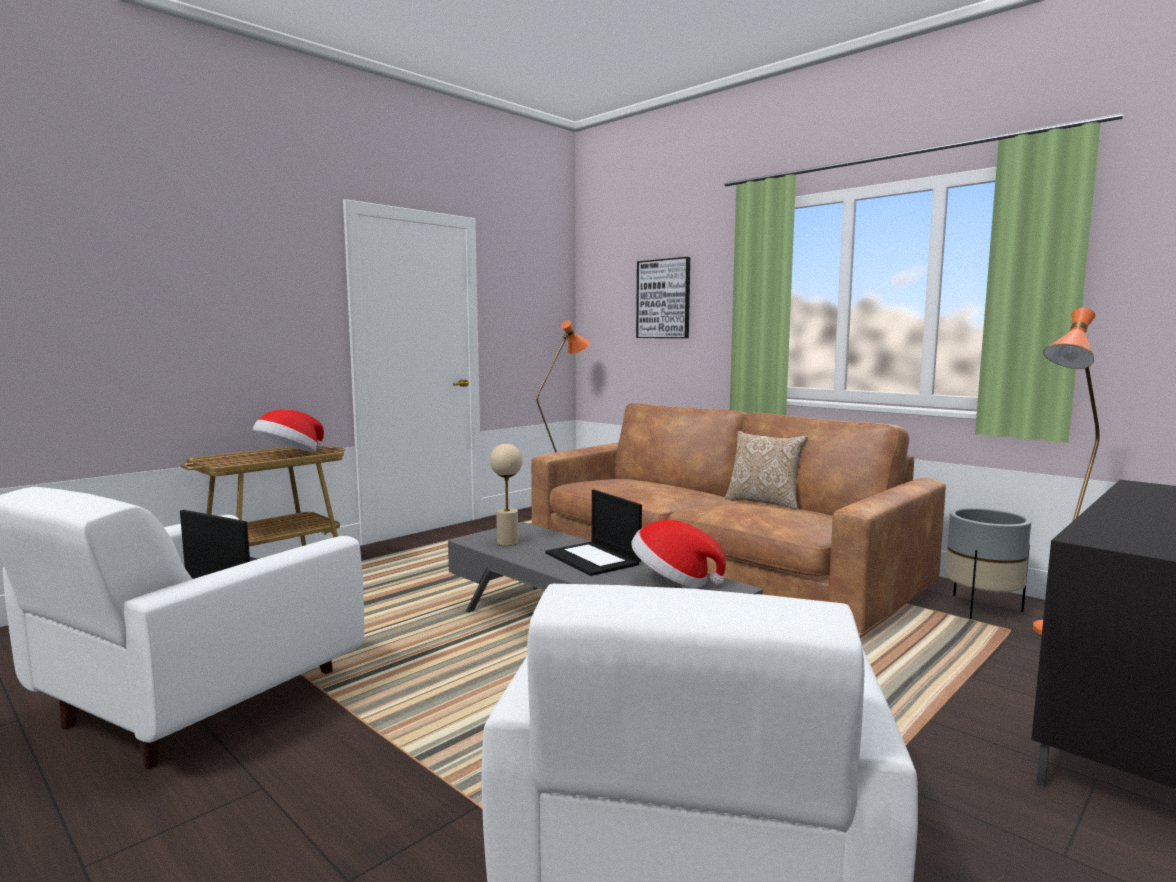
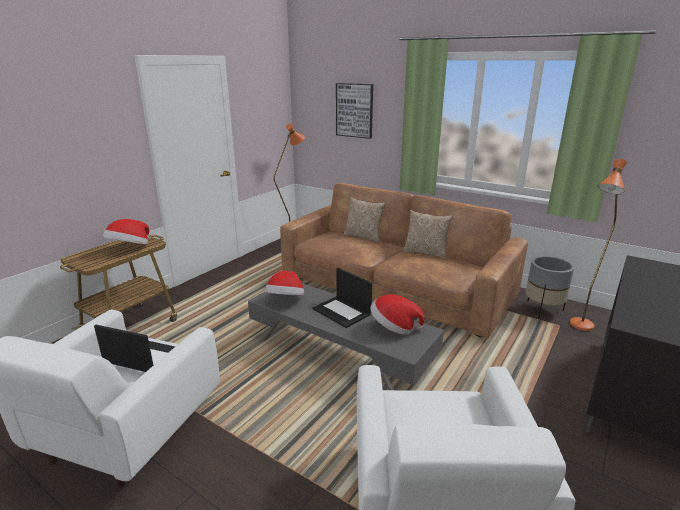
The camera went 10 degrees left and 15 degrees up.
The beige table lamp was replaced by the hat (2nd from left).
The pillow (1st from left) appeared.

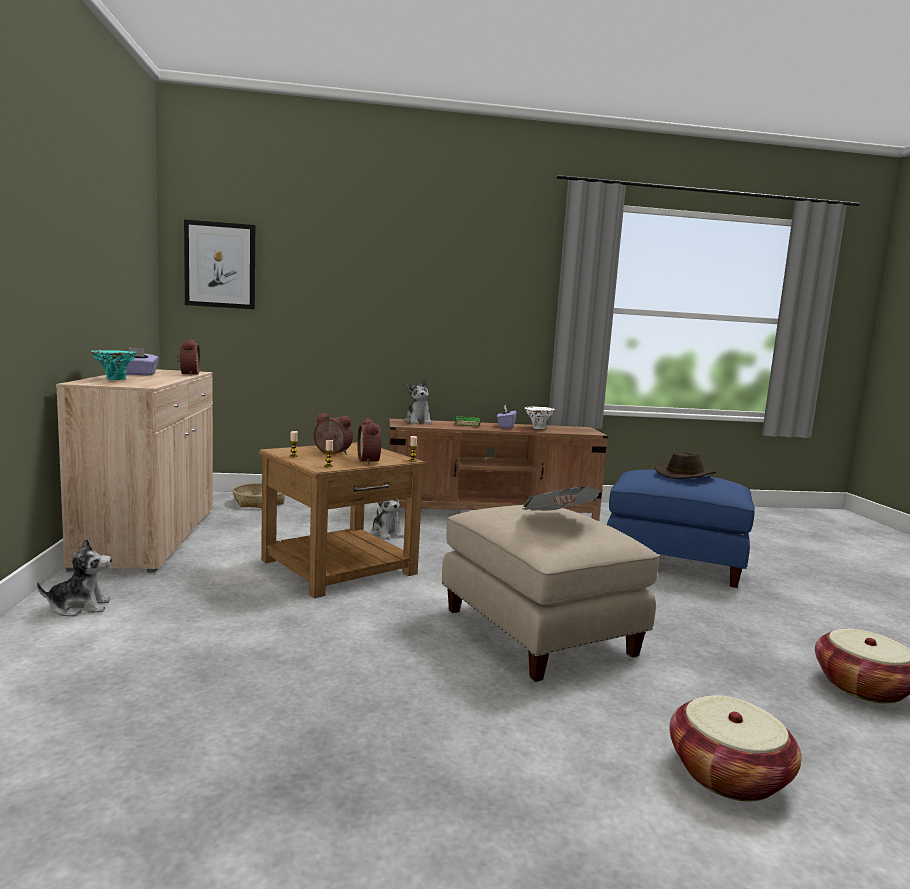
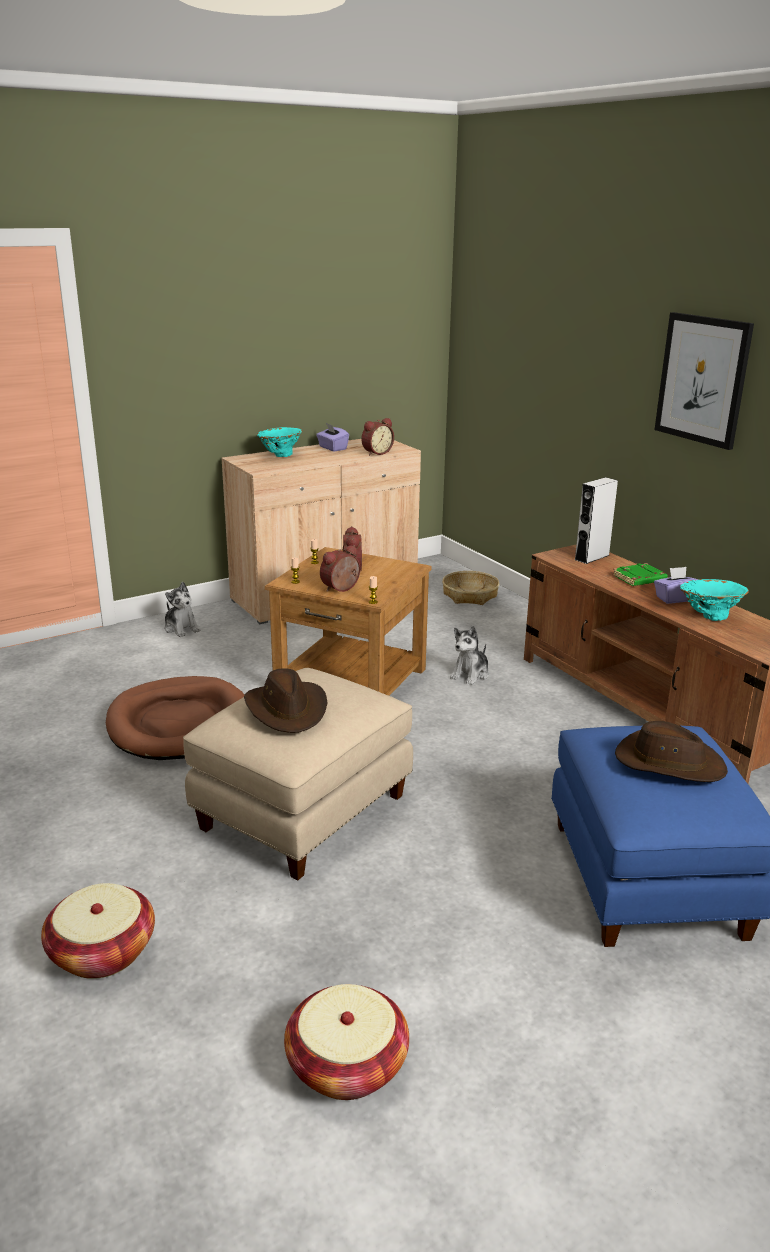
The camera went 65 degrees right and 15 degrees up.
The brown dog bed appeared.
The newspaper was replaced by the brown hat (1st from left).
The plush toy (3rd from left) was replaced by the grey speaker.
The picture moved.
The white vase became the turquoise vase (2nd from left).

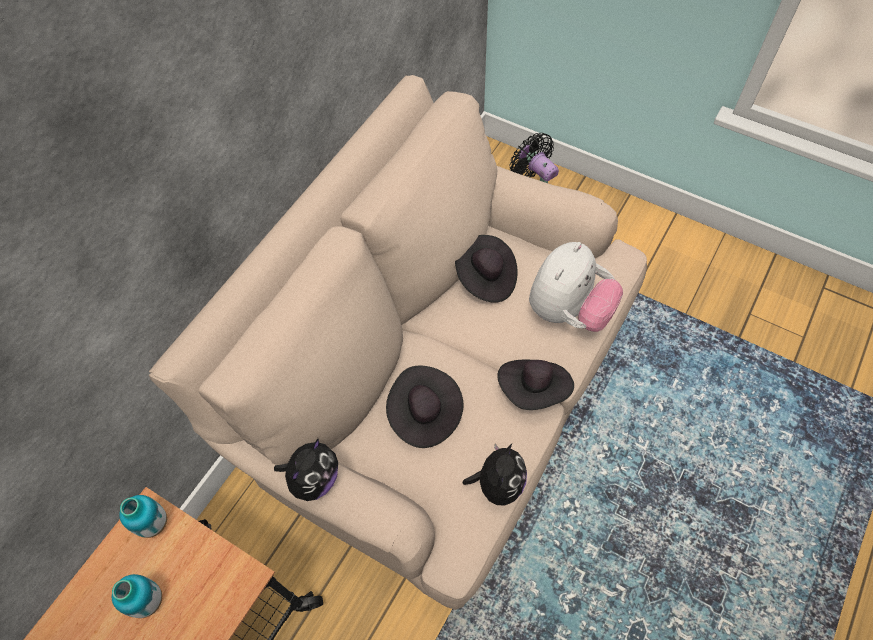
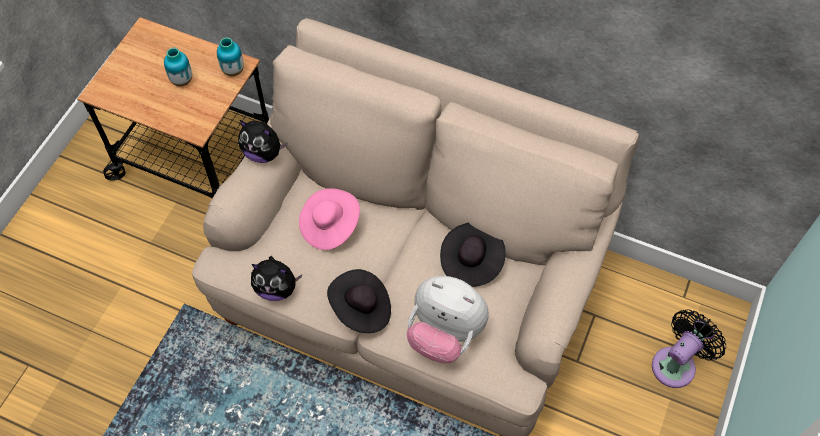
The camera went 80 degrees right and 0 degrees up.
The black hat (1st from left) became the pink hat.

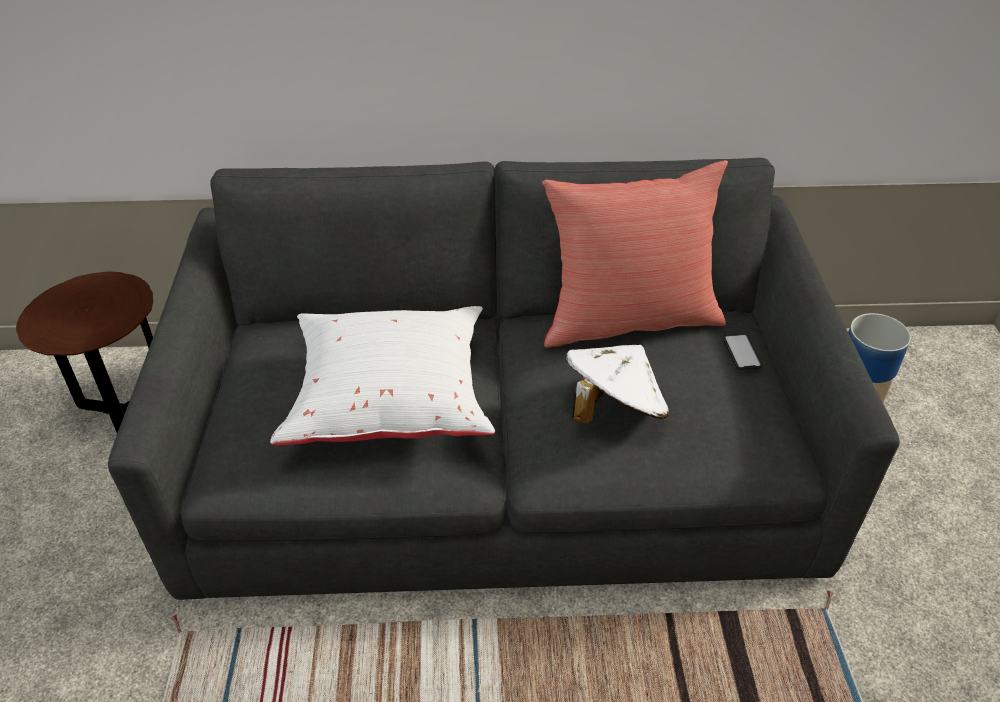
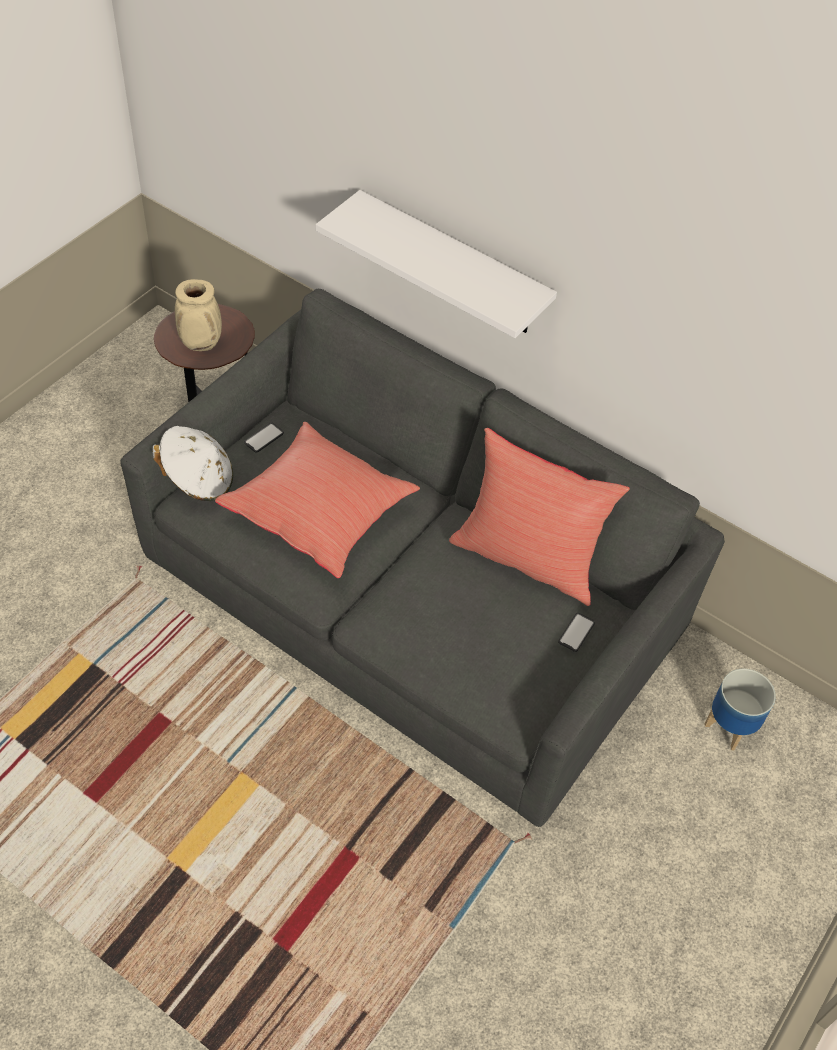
The camera went 35 degrees right and 10 degrees up.
The white hat moved.
The beige vase appeared.
The white pillow became the red pillow (1st from left).
The phone (1st from left) appeared.
The white shelf appeared.

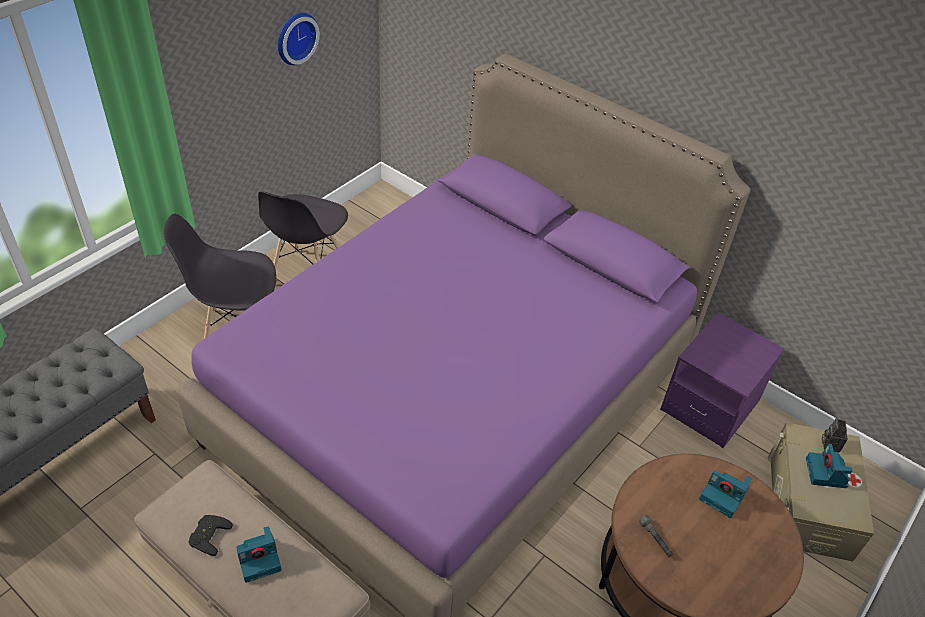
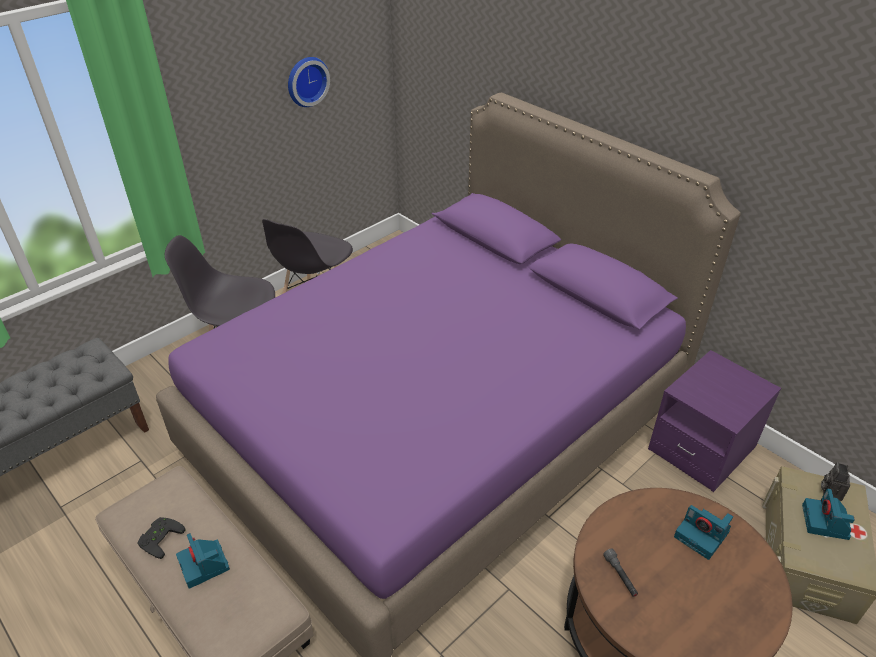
The camera went 10 degrees right and 5 degrees down.
The photo camera (1st from left) turned 75 degrees clockwise.

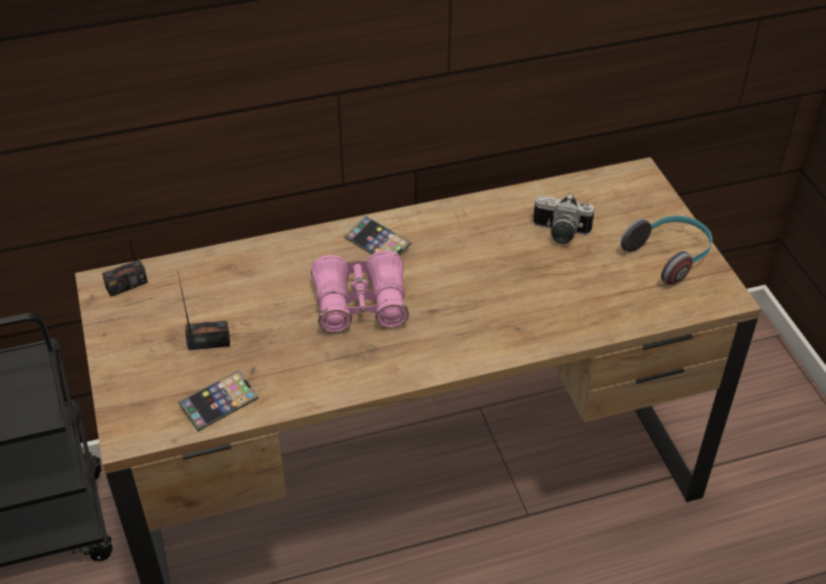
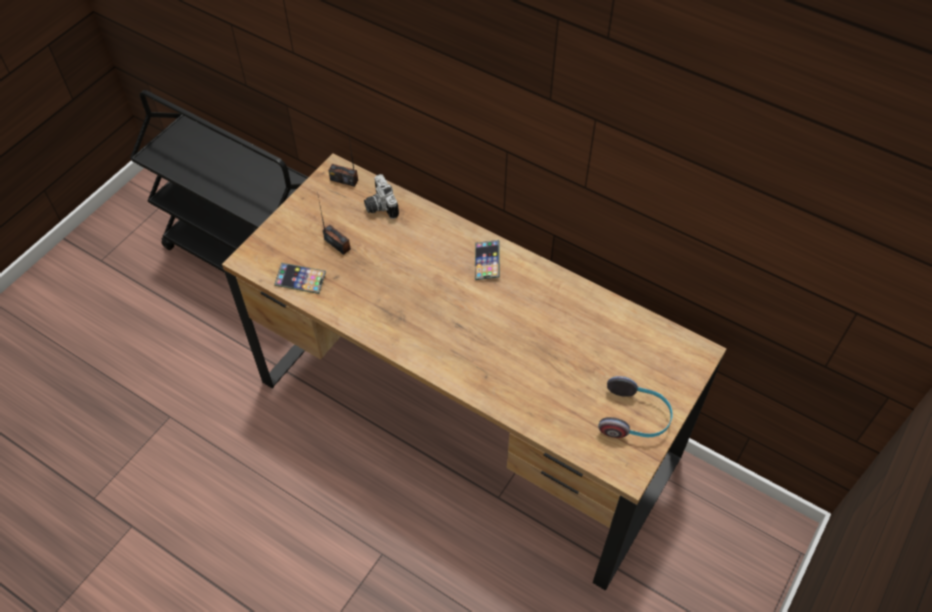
The camera went 50 degrees right and 10 degrees up.
The photo camera moved.
The pink binoculars disappeared.

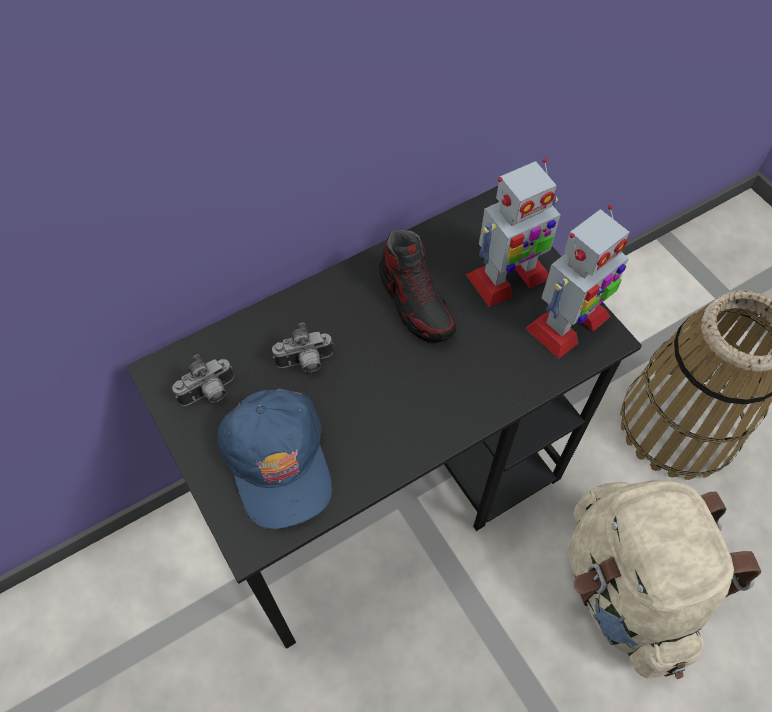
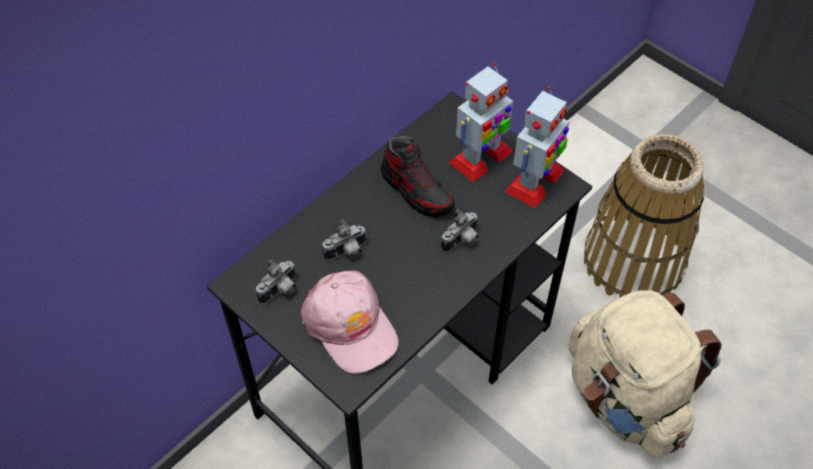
The camera went 15 degrees left and 5 degrees down.
The blue cap became the pink cap.
The photo camera (3rd from left) appeared.

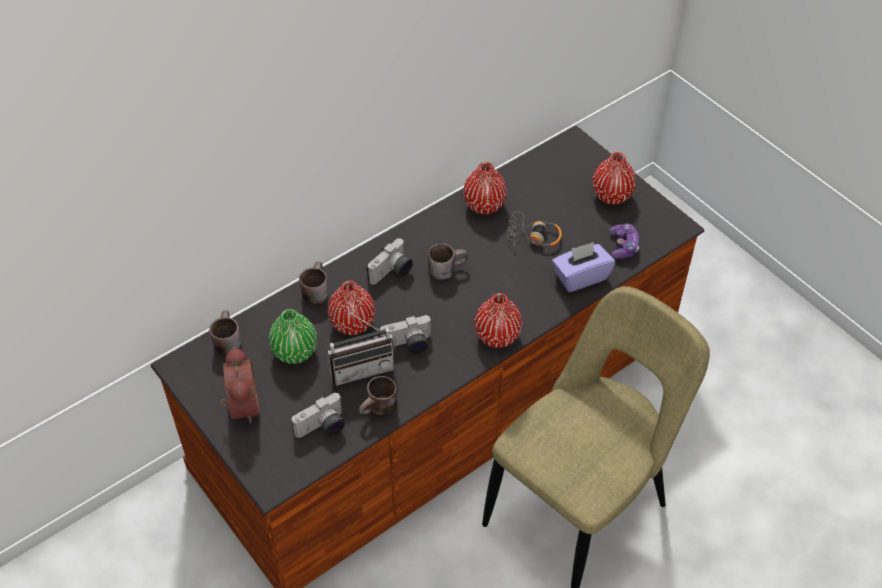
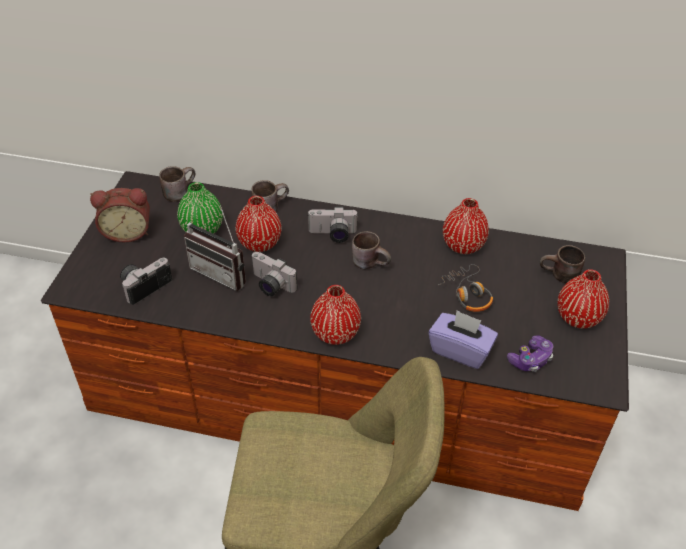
The camera went 50 degrees right and 5 degrees down.
The alarm clock turned 45 degrees clockwise.
The photo camera (1st from left) turned 120 degrees clockwise.
The brown mug (3rd from left in the first image) moved.

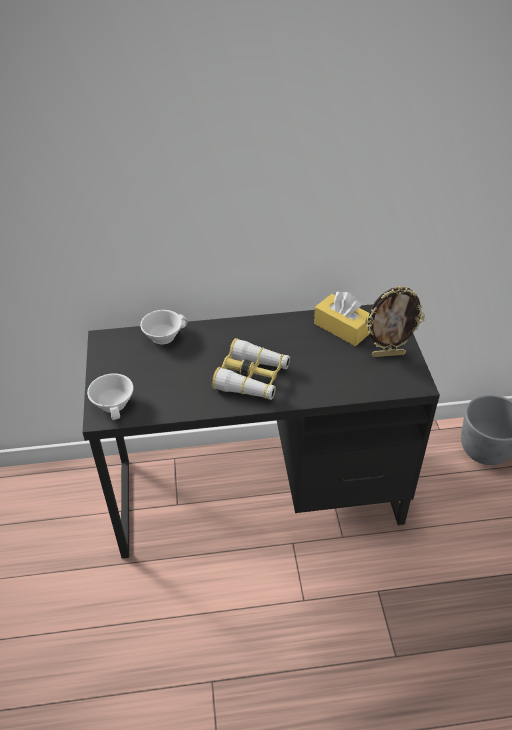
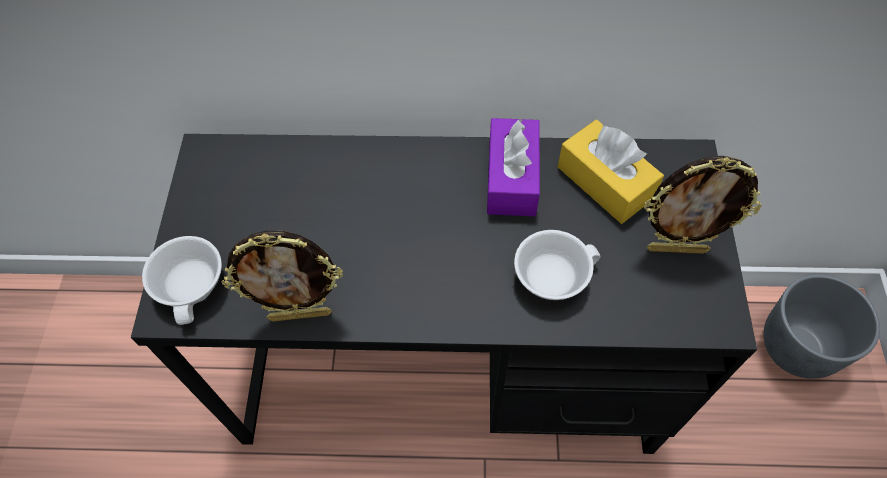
The camera went 10 degrees right and 15 degrees up.
The picture frame (1st from left) appeared.
The purple tissue box appeared.
The white cup (2nd from left) moved.
The binoculars disappeared.

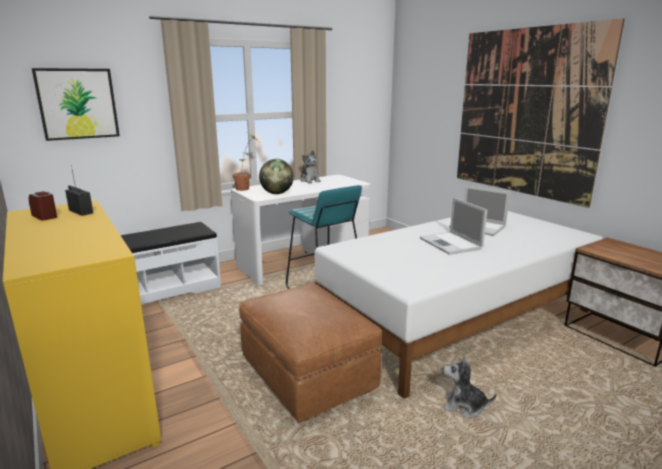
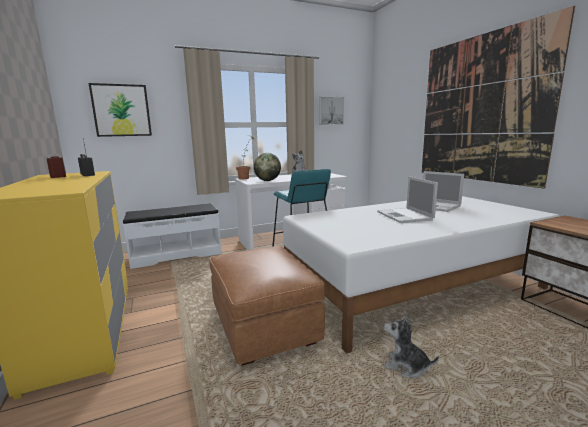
The camera went 10 degrees right and 5 degrees down.
The picture (2nd from left) appeared.

